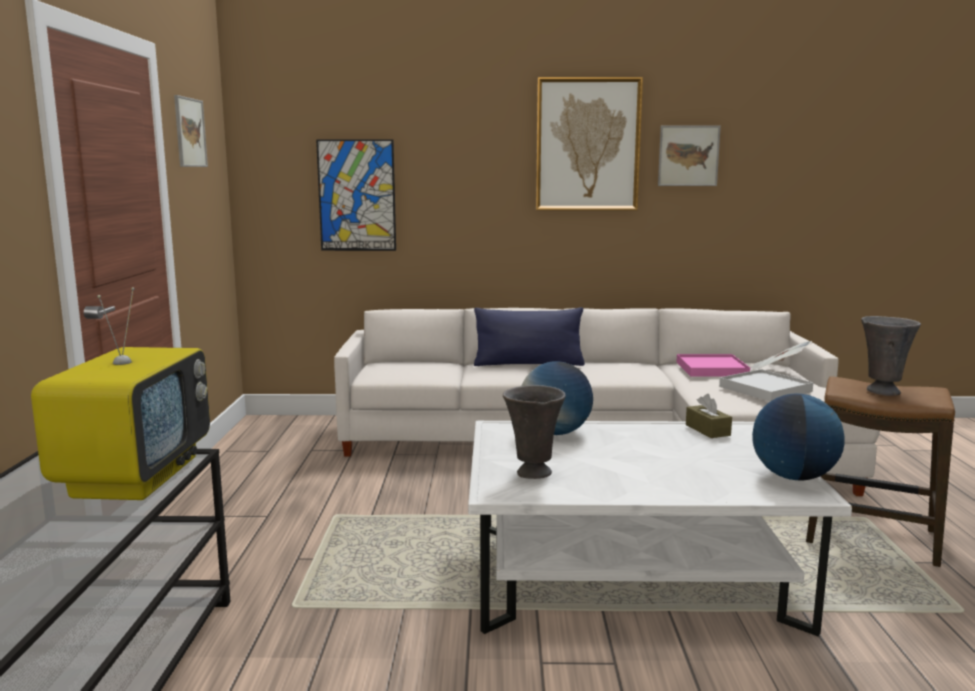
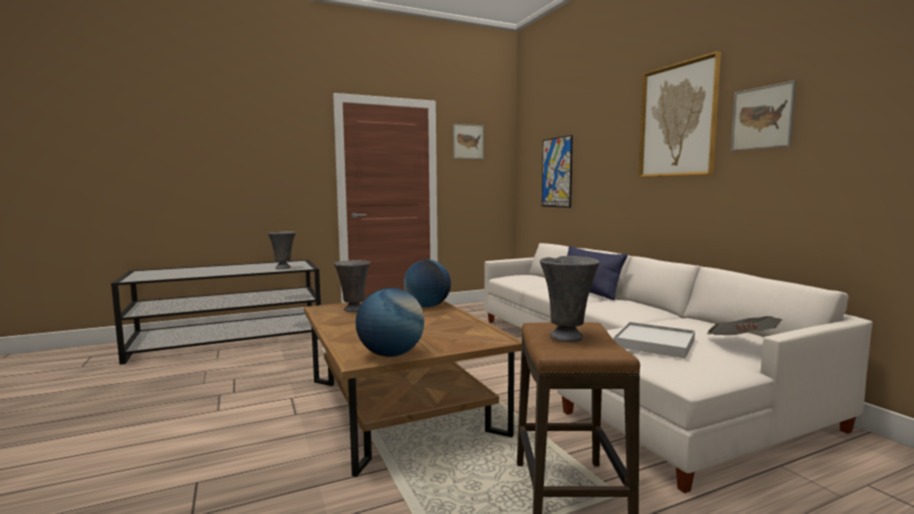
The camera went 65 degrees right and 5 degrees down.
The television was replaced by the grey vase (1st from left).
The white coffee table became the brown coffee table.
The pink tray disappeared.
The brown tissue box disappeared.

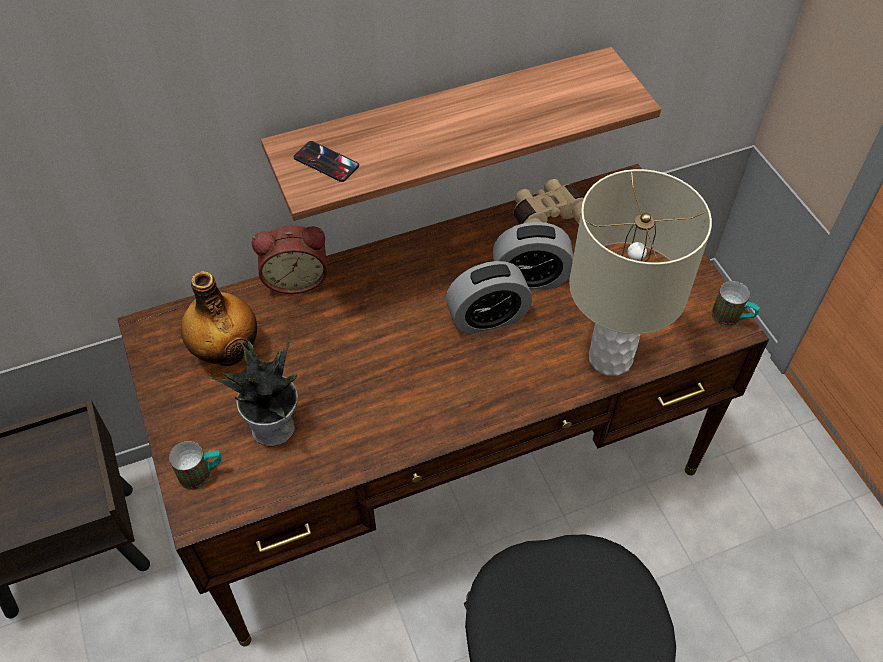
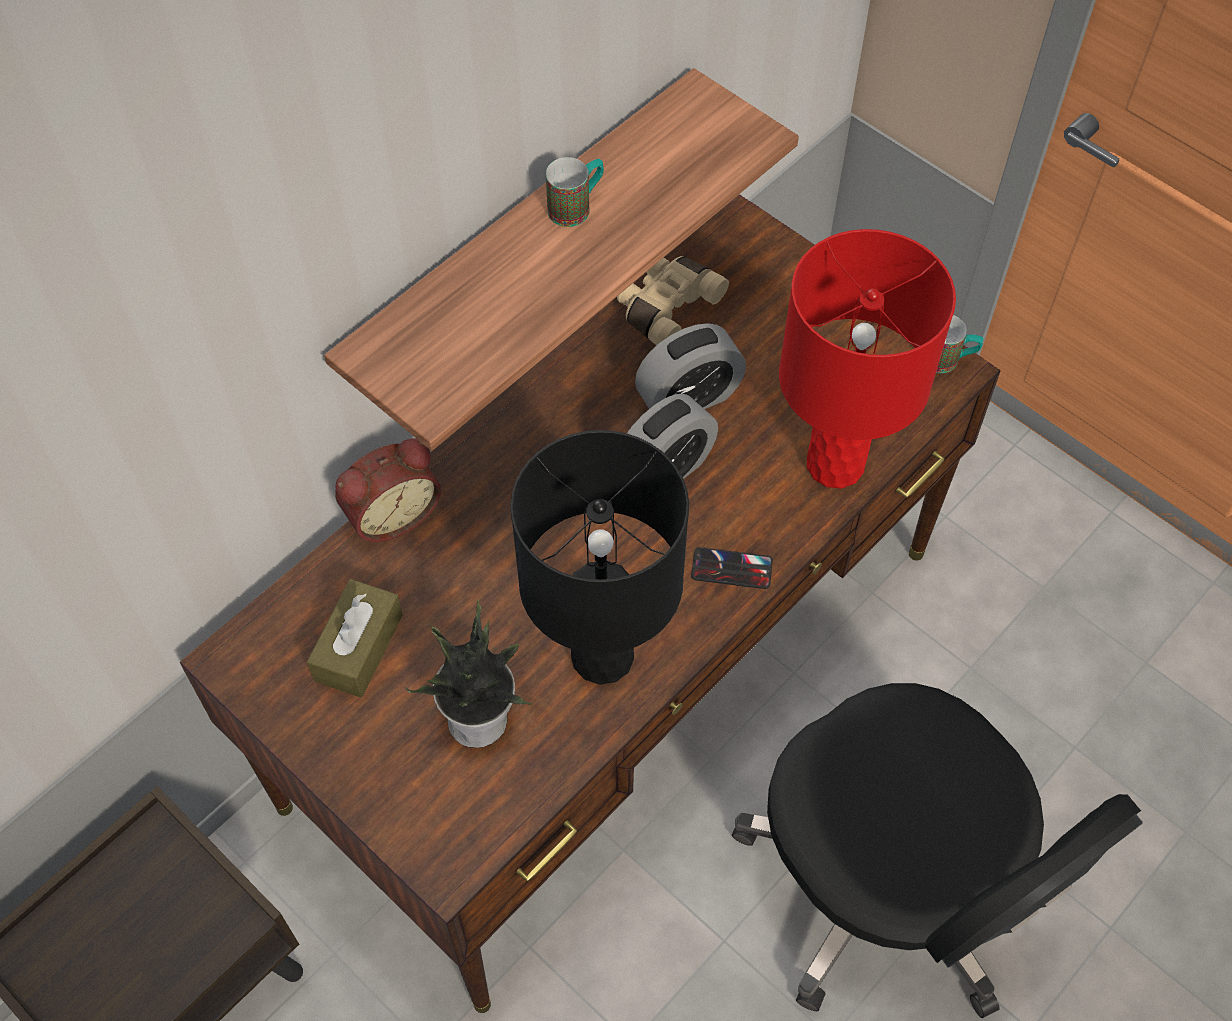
The camera went 25 degrees left and 5 degrees up.
The bottle was replaced by the brown tissue box.
The black table lamp appeared.
The mug (1st from left) moved.
The phone moved.
The beige table lamp became the red table lamp.

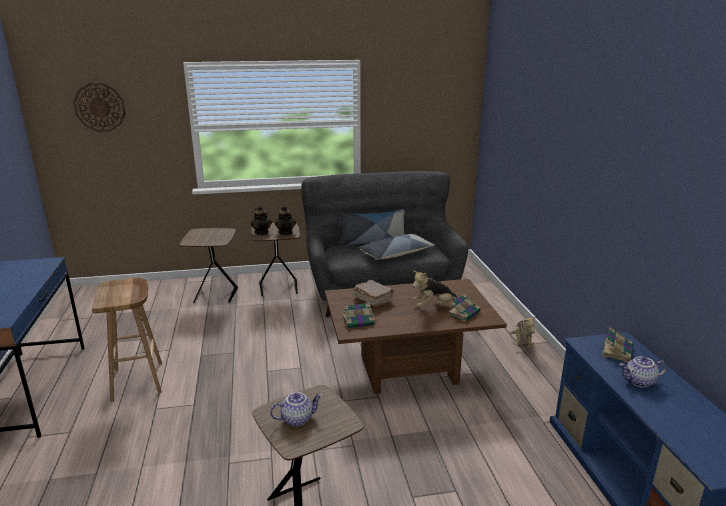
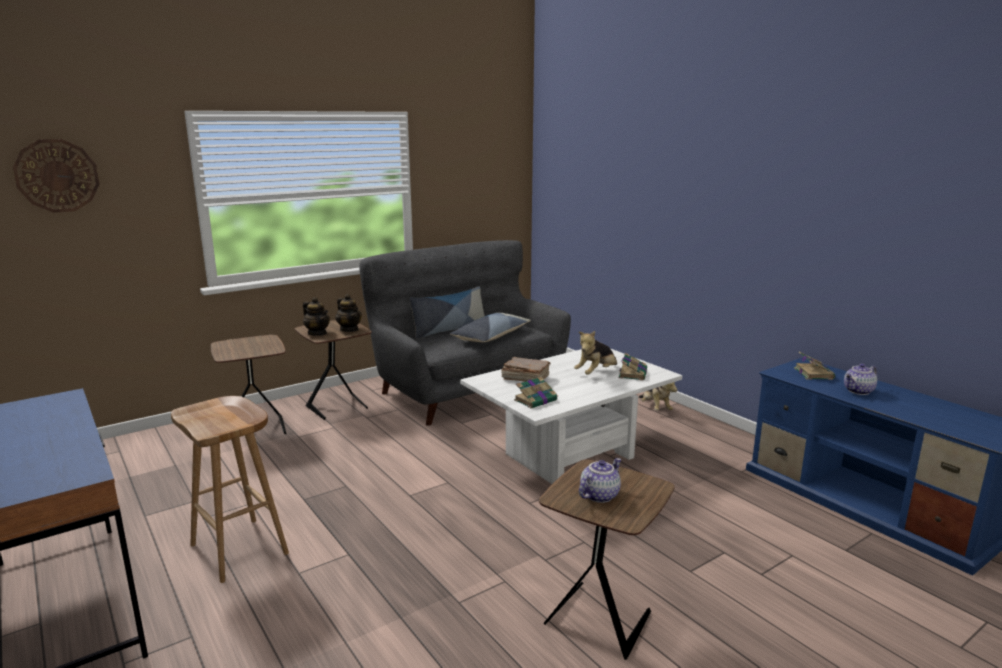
The camera went 25 degrees left and 5 degrees down.
The brown coffee table became the white coffee table.

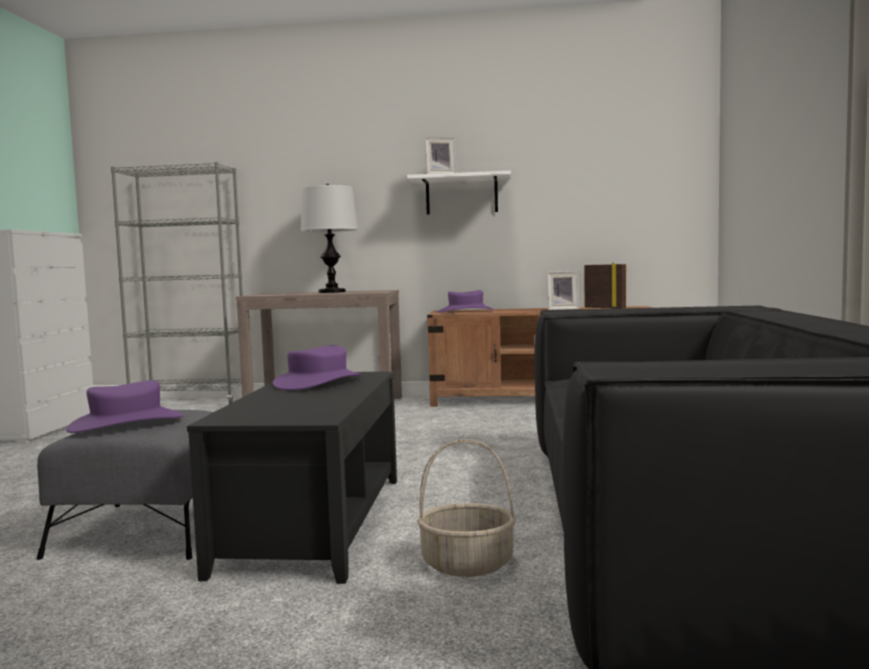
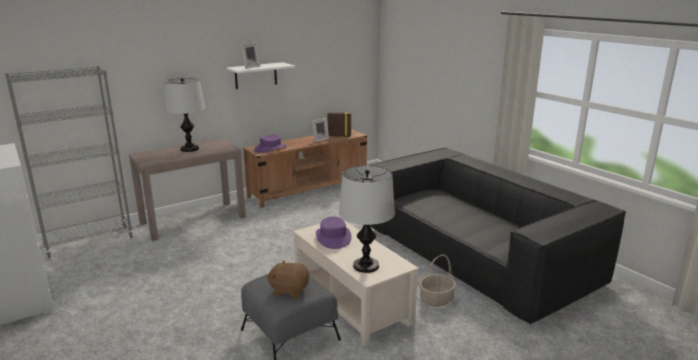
The camera went 40 degrees left and 15 degrees up.
The purple hat (1st from left) was replaced by the brown plush toy.
The black coffee table became the beige coffee table.
The table lamp (2nd from left) appeared.

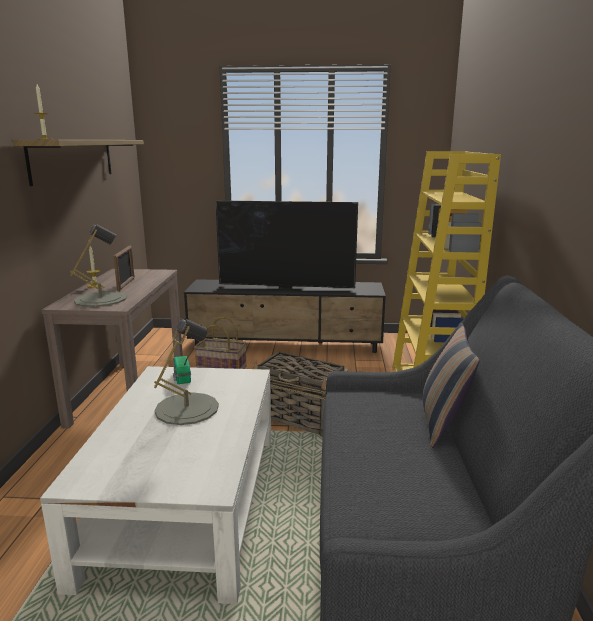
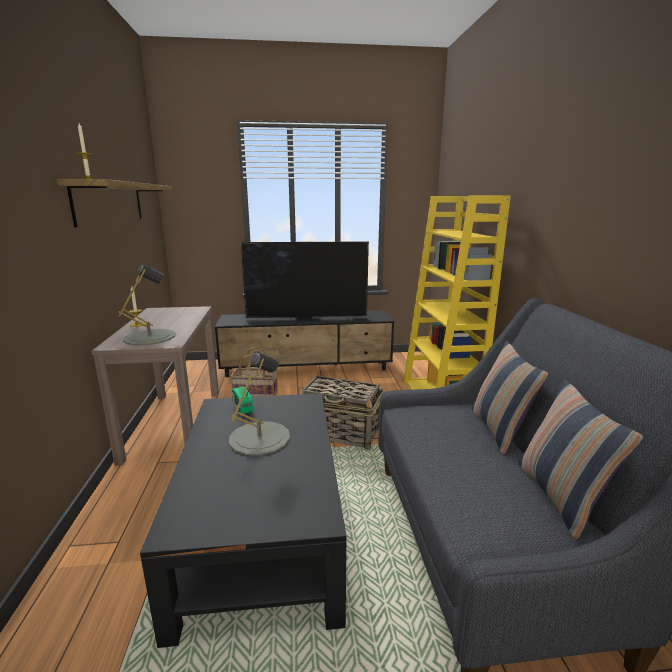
The camera went 10 degrees left and 0 degrees up.
The white coffee table became the black coffee table.
The pillow (2nd from left) appeared.
The picture frame disappeared.

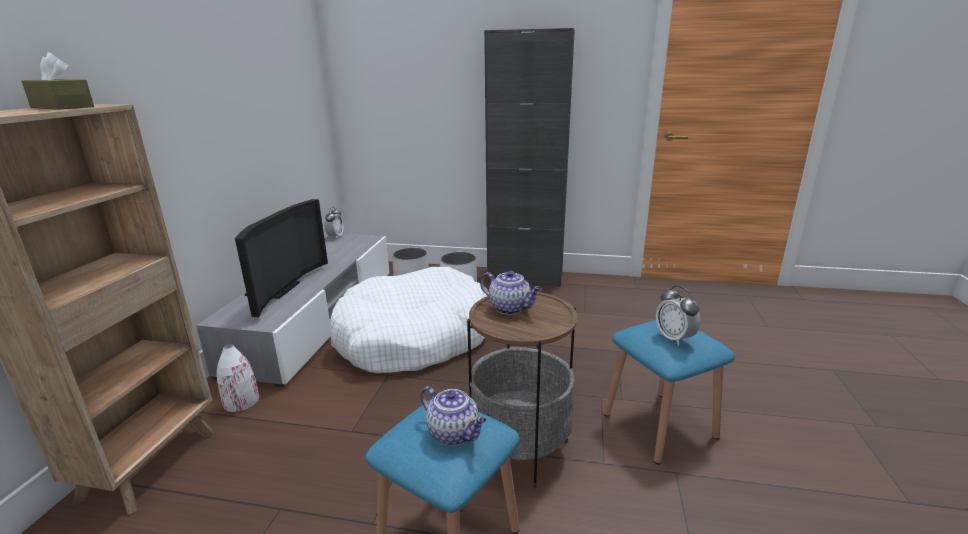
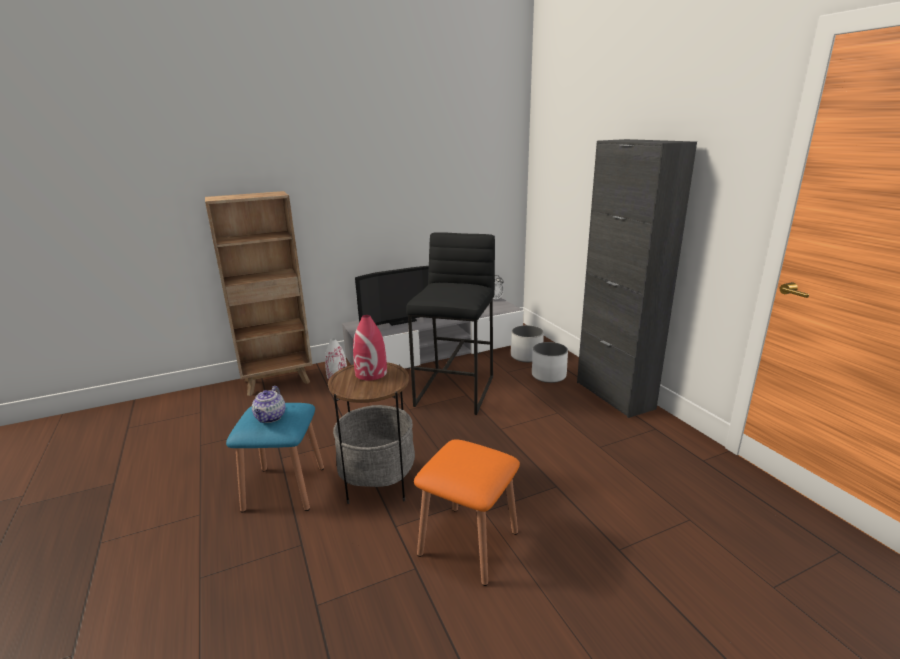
The camera went 55 degrees right and 0 degrees up.
The teapot (2nd from left) was replaced by the red vase.
The white dog bed was replaced by the black stool.
The blue stool (2nd from left) became the orange stool.
The brown tissue box disappeared.
The alarm clock (2nd from left) disappeared.

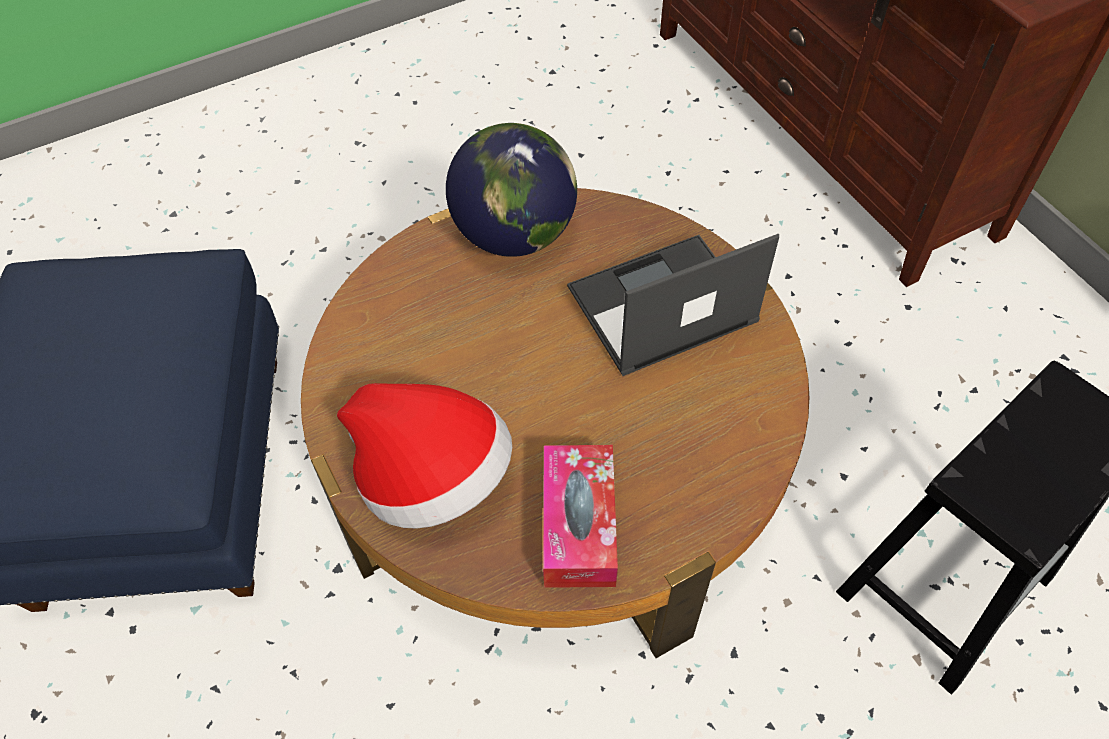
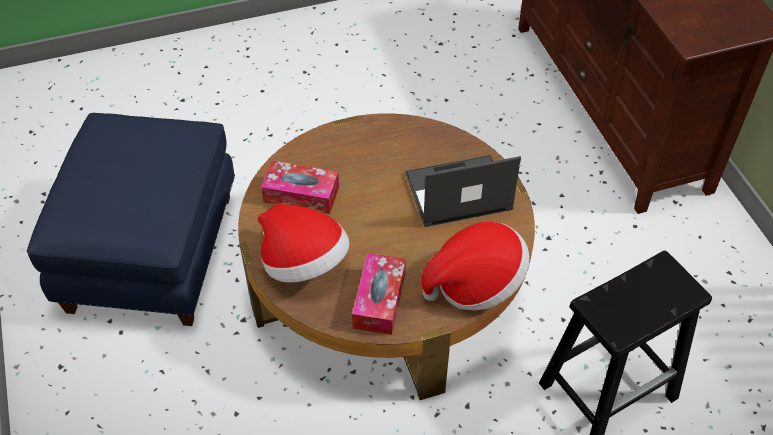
The camera went 10 degrees right and 5 degrees down.
The tissue box (1st from left) appeared.
The hat (2nd from left) appeared.
The globe disappeared.

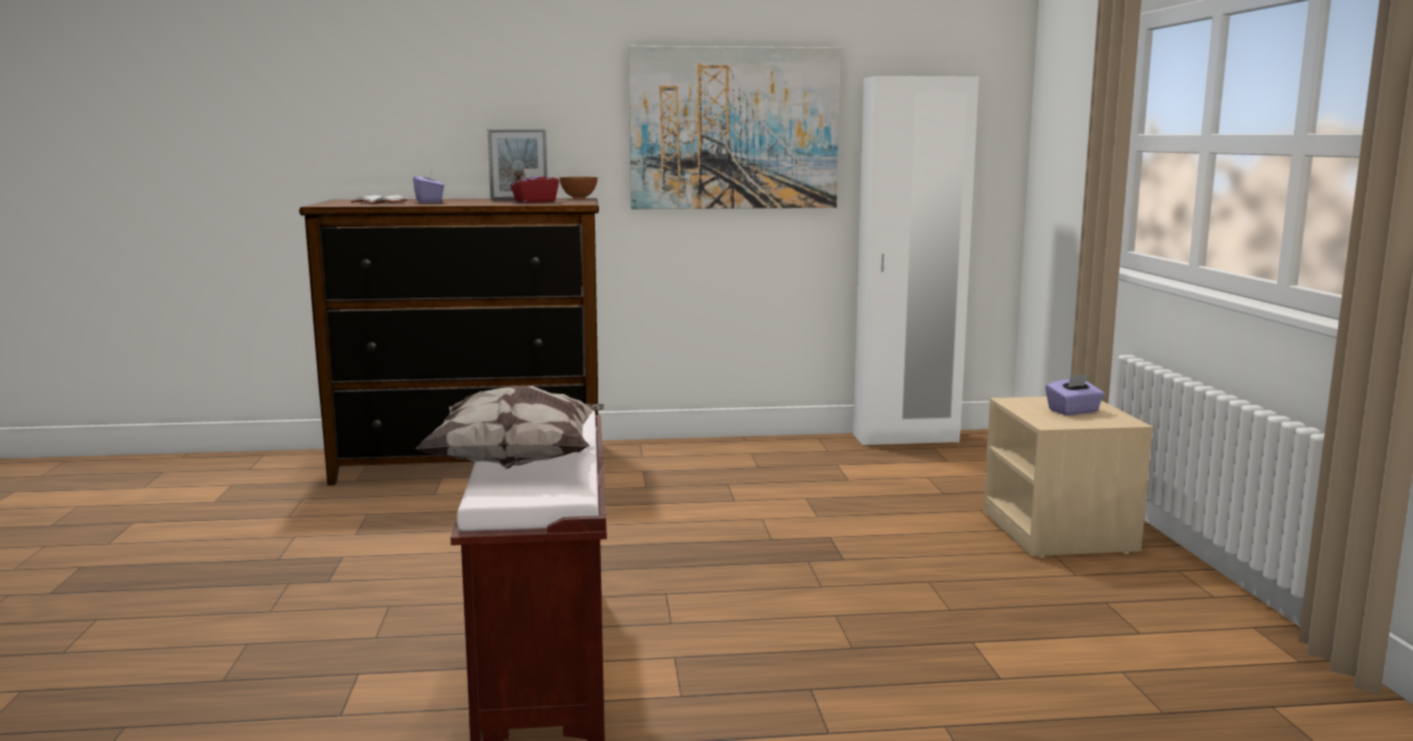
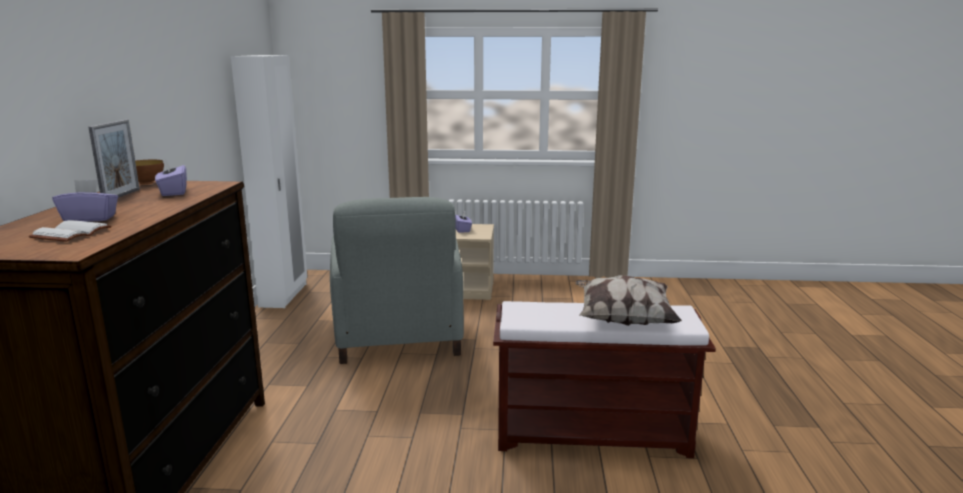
The camera went 80 degrees left and 5 degrees up.
The red tissue box became the purple tissue box (2nd from left).
The grey armchair appeared.
The picture disappeared.

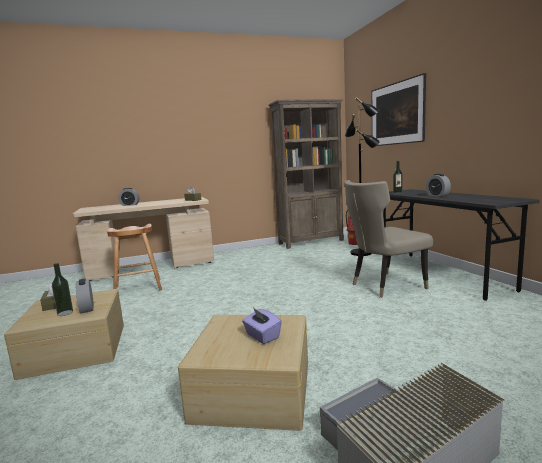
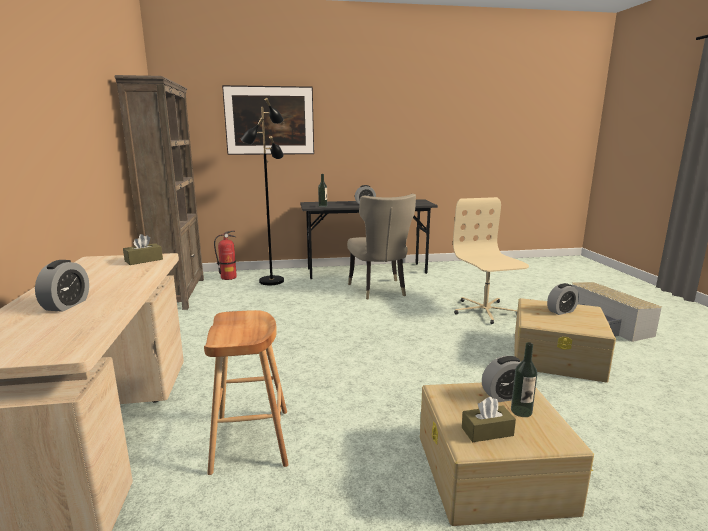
The camera went 80 degrees left and 5 degrees up.
The beige office chair appeared.
The purple tissue box was replaced by the alarm clock (4th from left).

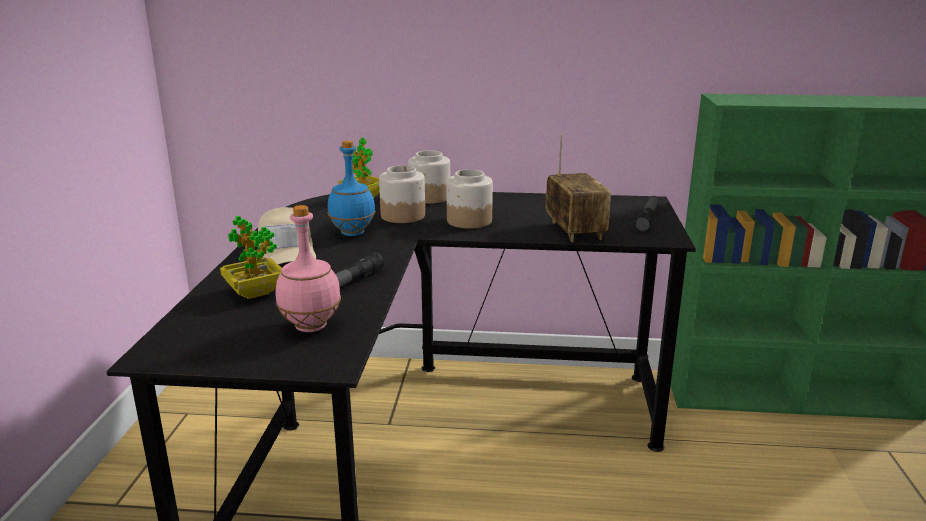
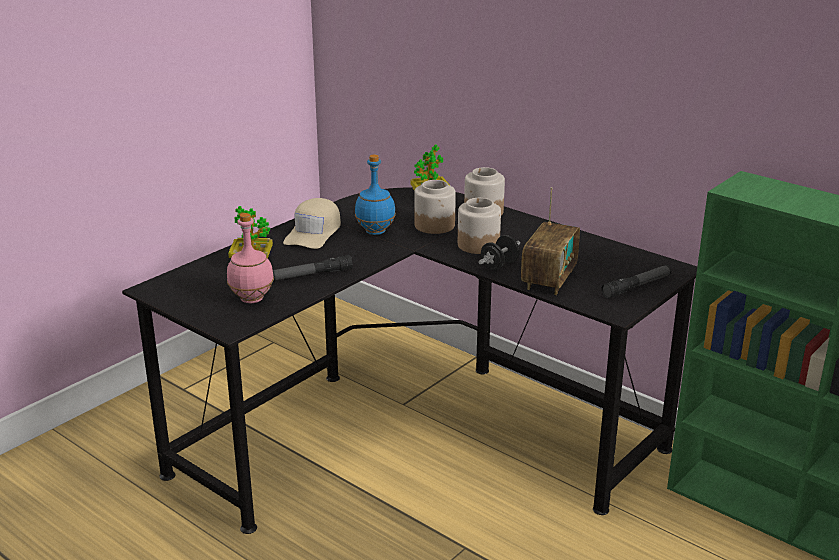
The camera went 35 degrees right and 5 degrees up.
The black dumbbell appeared.

